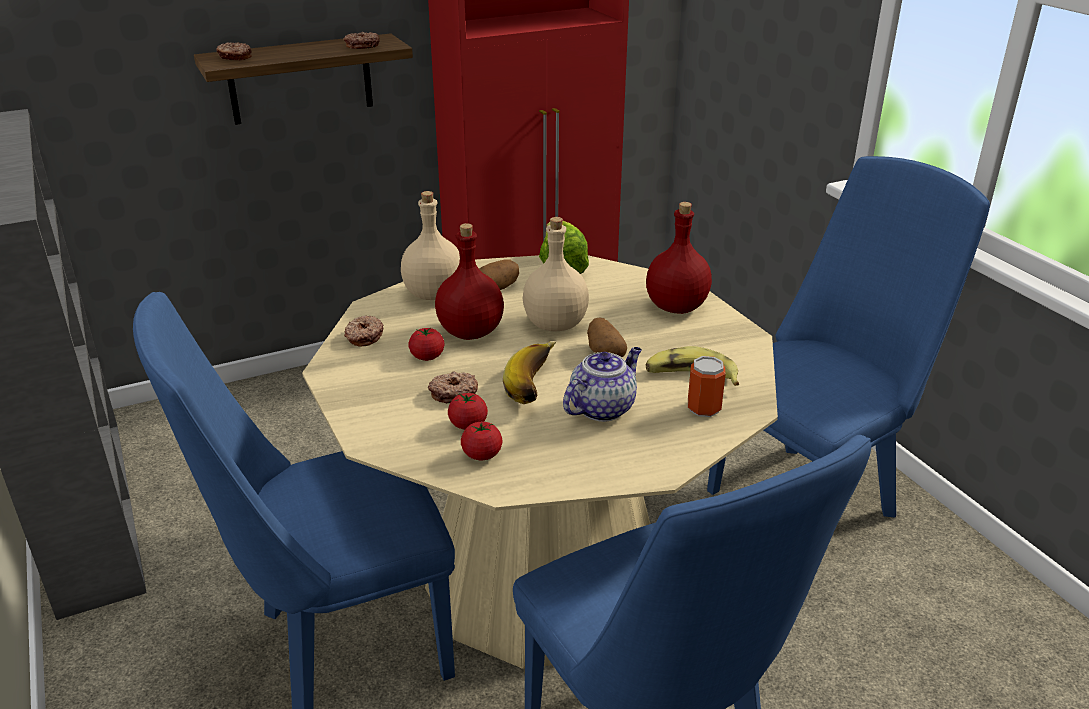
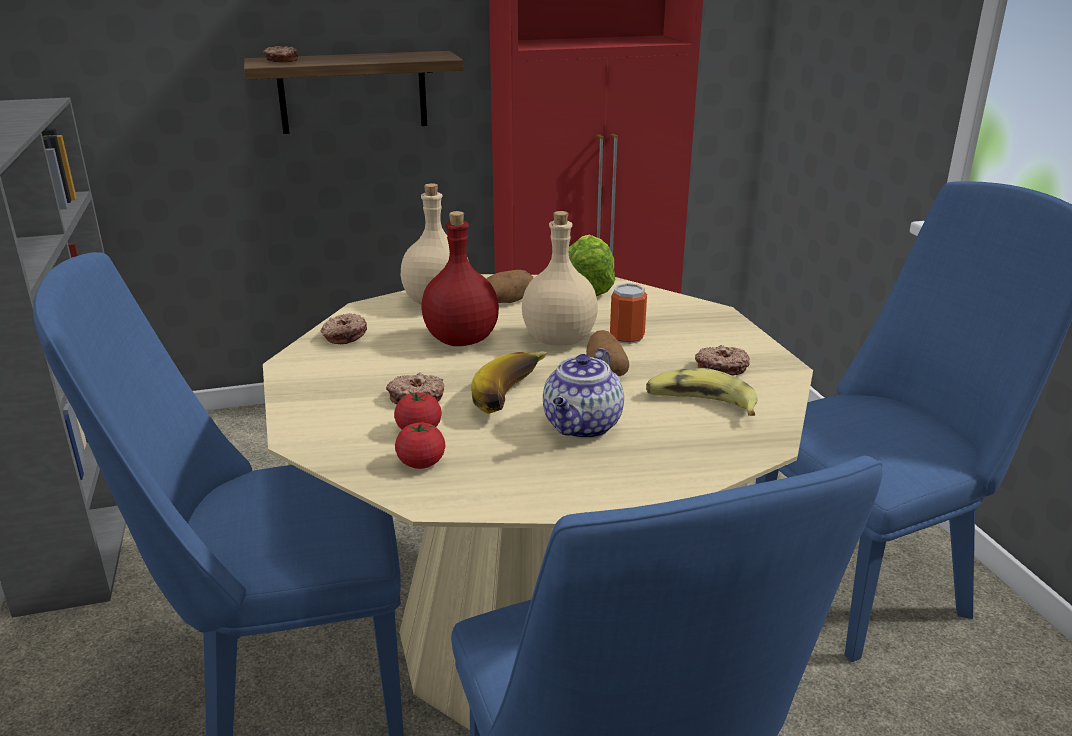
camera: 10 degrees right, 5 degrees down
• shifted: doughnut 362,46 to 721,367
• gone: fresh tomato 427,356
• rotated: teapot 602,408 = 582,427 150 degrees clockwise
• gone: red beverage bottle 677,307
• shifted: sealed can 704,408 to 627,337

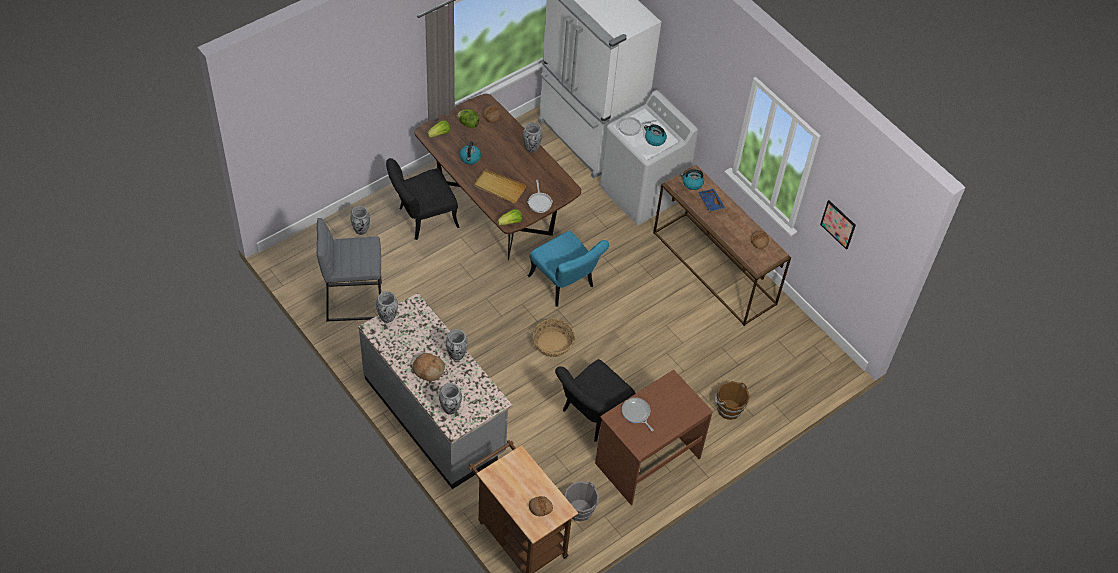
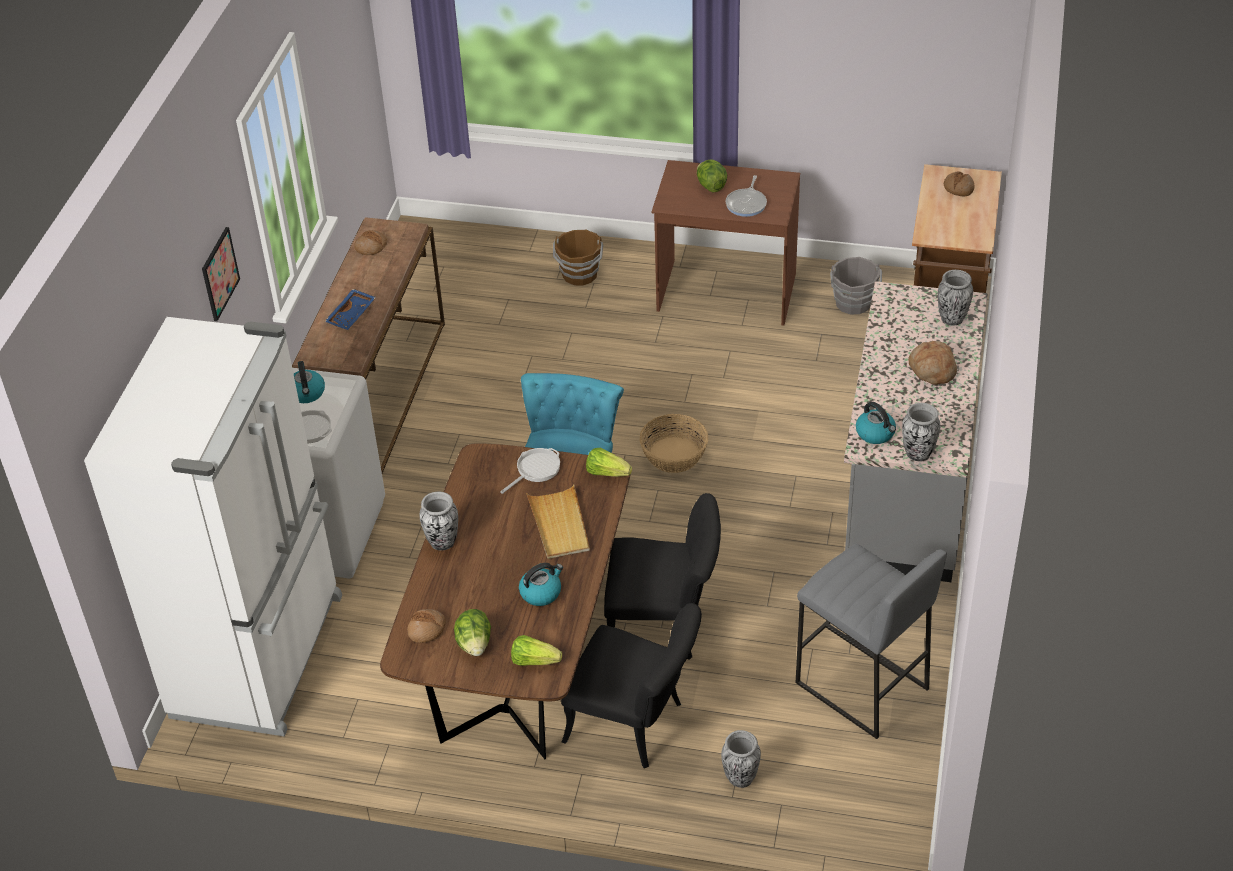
camera: 125 degrees left, 10 degrees down
• gone: decorative vase 456,355
• shifted: blackish chair 591,416 to 664,625
• shifted: kettle 692,183 to 876,433
• shifted: wall art 838,224 to 219,273
• new: lettuce 710,186

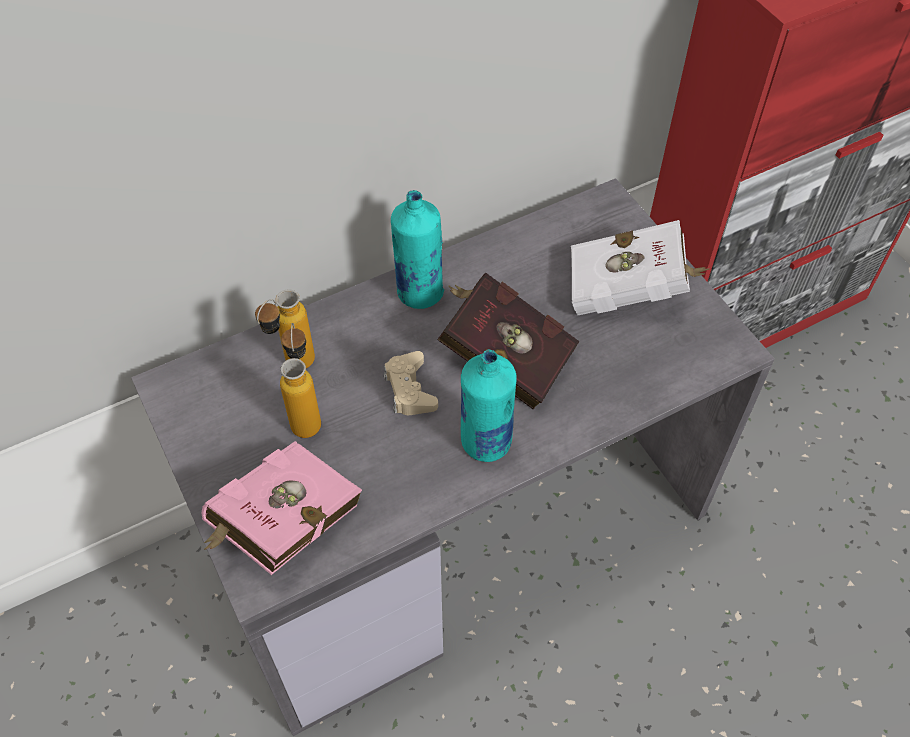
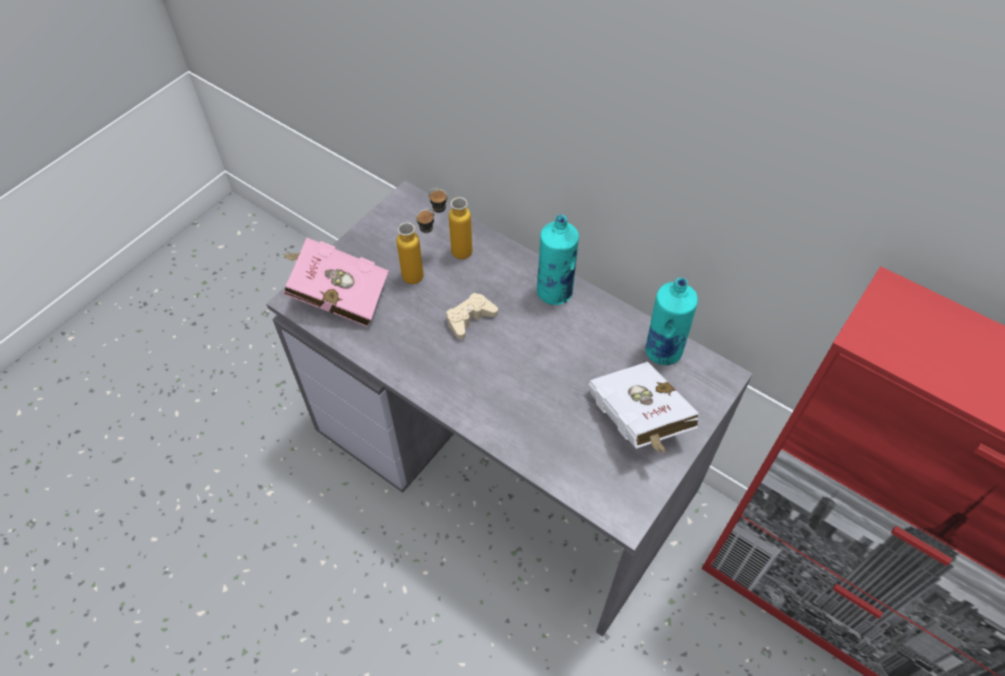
camera: 65 degrees right, 0 degrees up
• gone: red volume 503,356
• shifted: turquoise-coloured beverage bottle 485,442 to 662,351

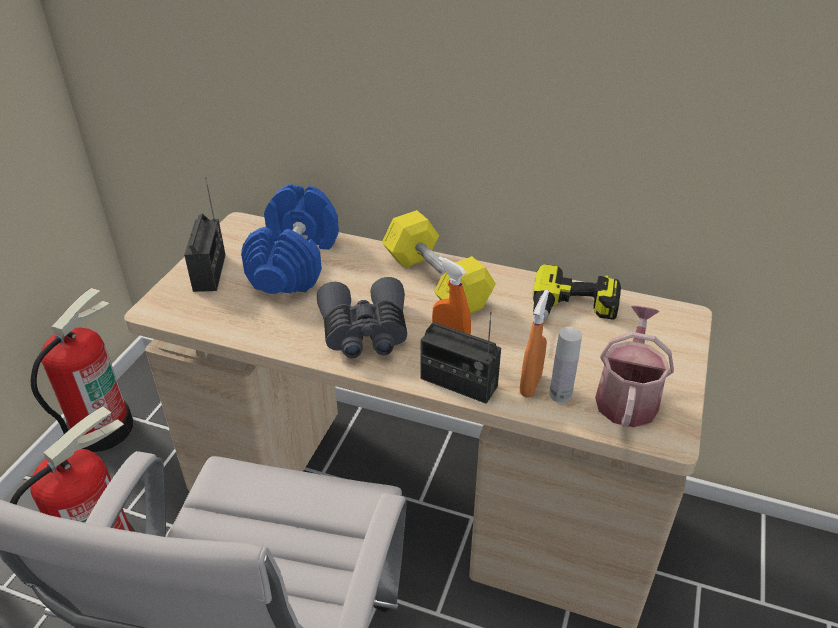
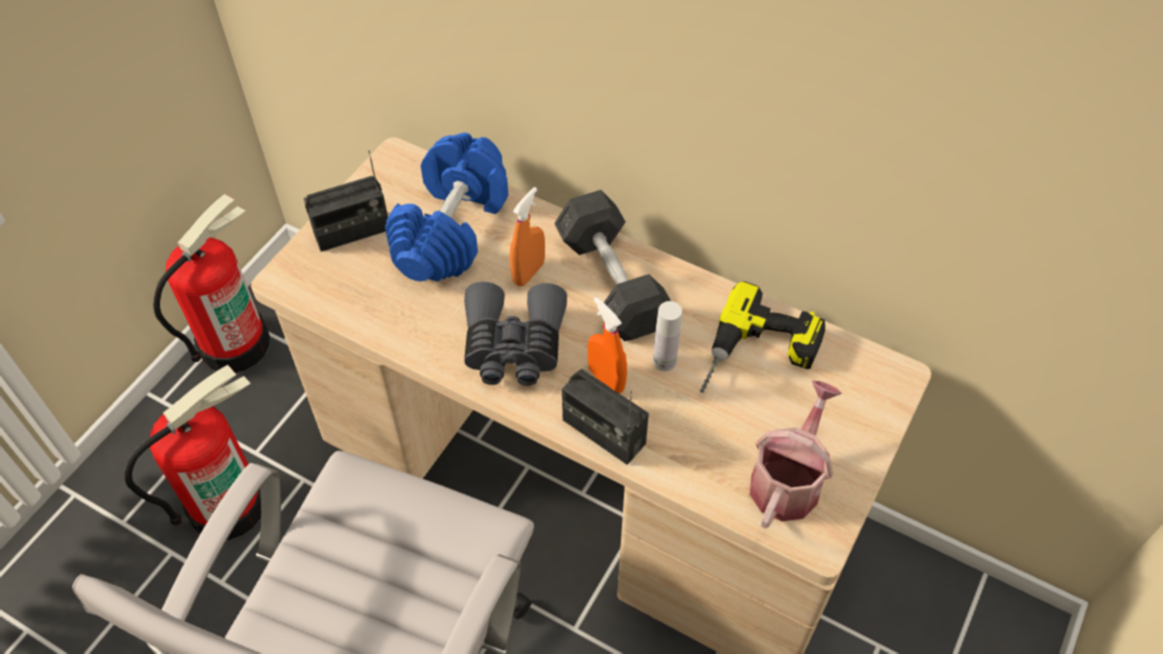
camera: 10 degrees right, 15 degrees up
• rotated: radio set 210,272 = 352,231 60 degrees clockwise
• repainted: yellow dumbbell 436,282 to grey dumbbell 612,282
• shifted: orangey spray bottle 530,385 to 528,273
• shifted: white beverage bottle 560,394 to 664,361

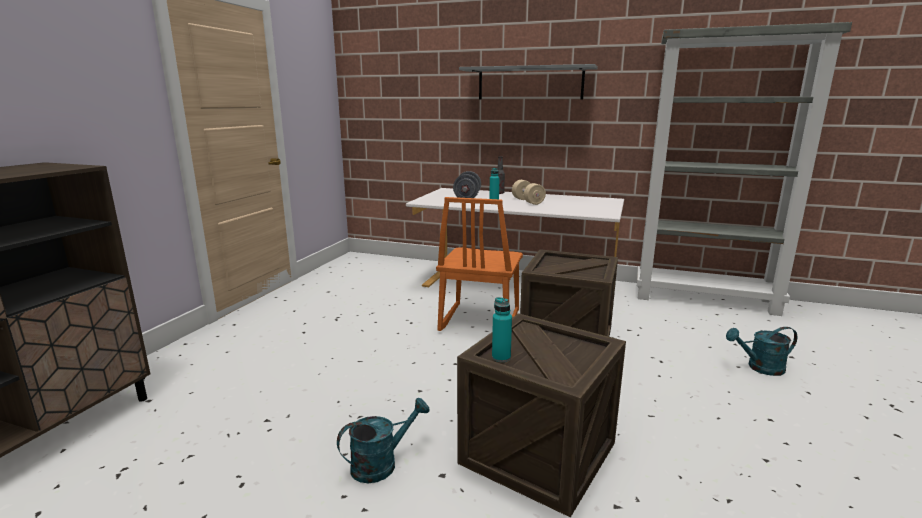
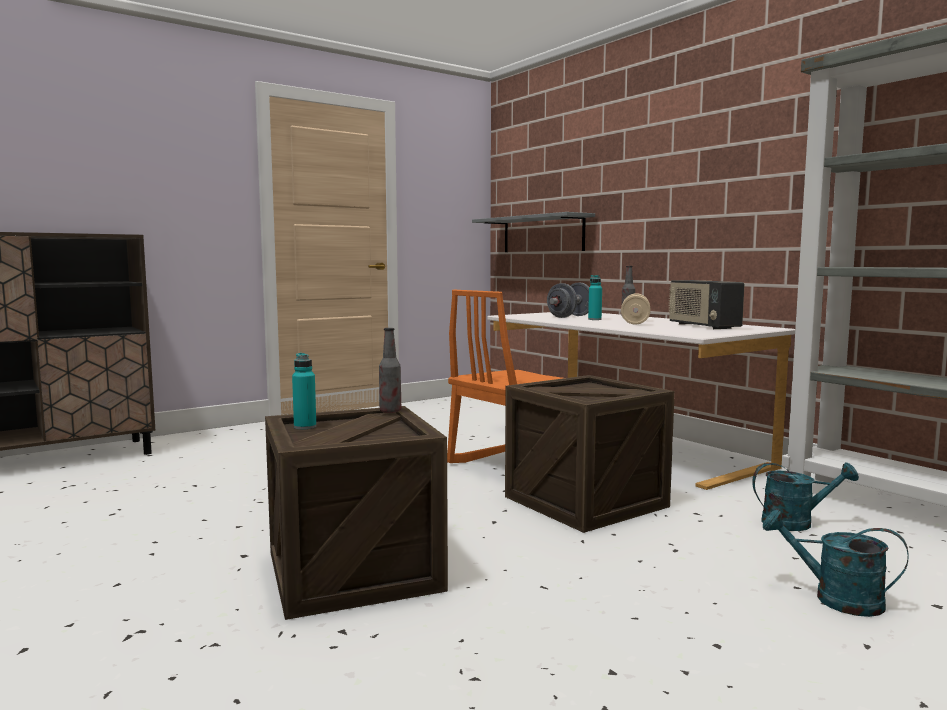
camera: 35 degrees right, 10 degrees down
• shifted: turquoise-coloured sprinkling can 381,463 to 796,522
• shifted: grey shelf 530,83 to 542,234
• new: beverage bottle 390,411
• new: radio set 702,326

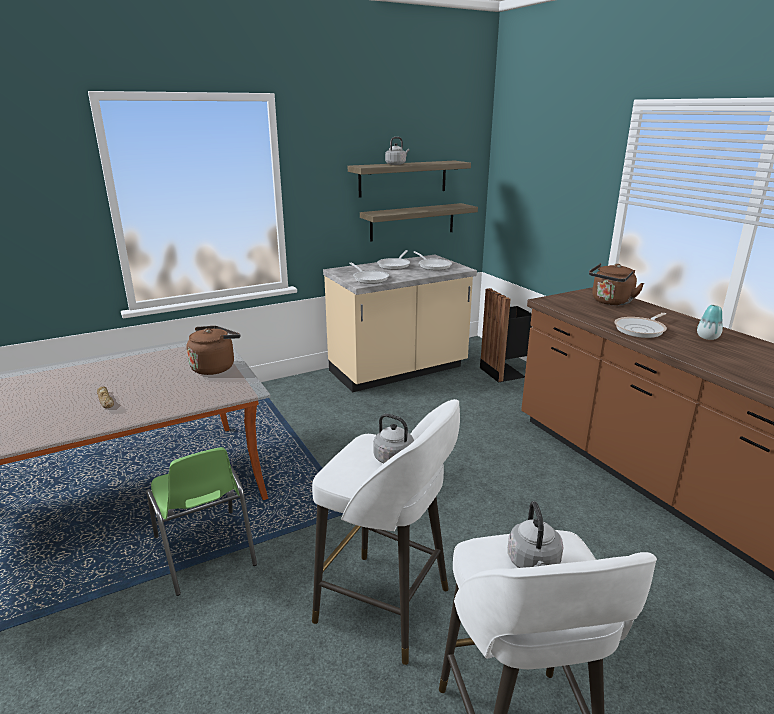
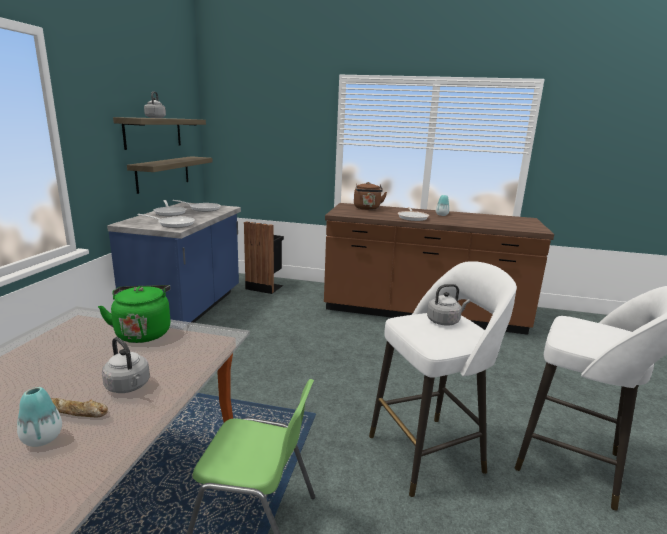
camera: 50 degrees left, 5 degrees down
• repainted: brown kettle 215,367 to green kettle 143,332
• repainted: beige counter 398,371 to bluish counter 188,310
• shifted: grey kettle 533,563 to 129,386
• new: decorative vase 42,439

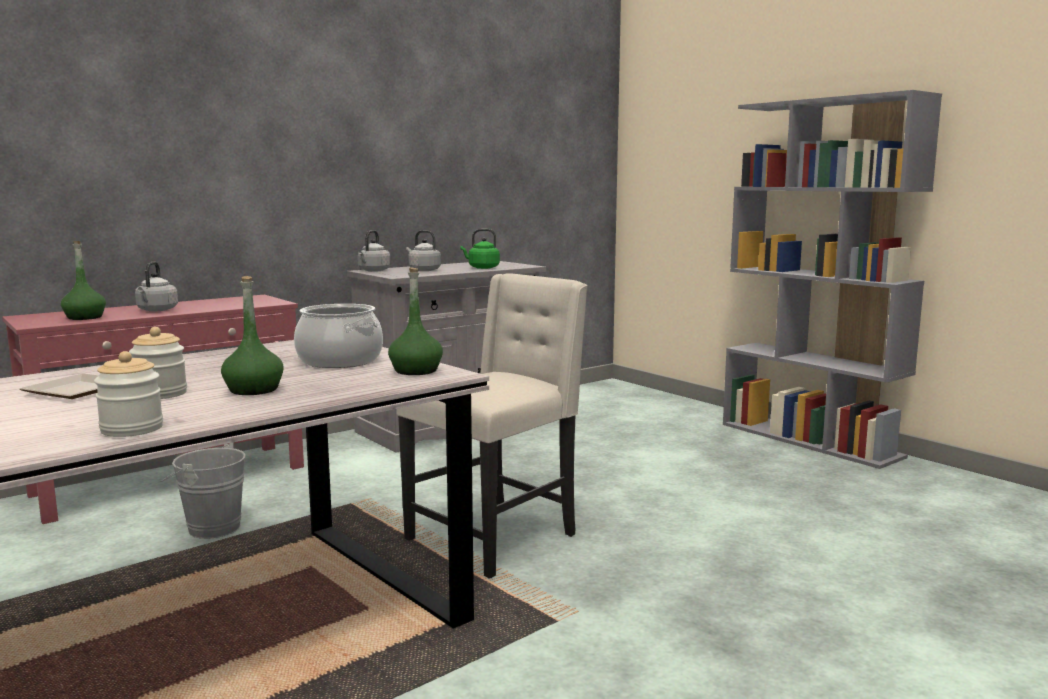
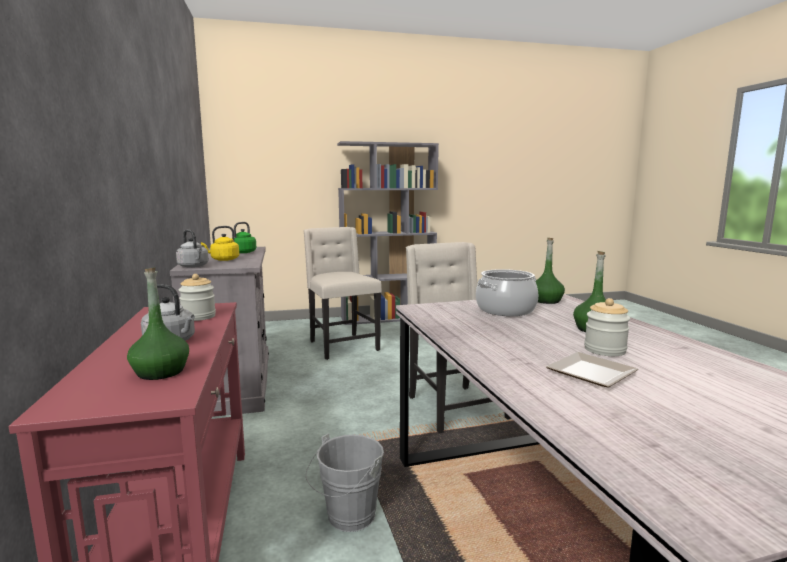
camera: 65 degrees left, 0 degrees up
• shifted: preserve jar 132,429 to 198,317
• repainted: grey kettle 423,270 to yellow kettle 223,260
• new: beige chair 342,346

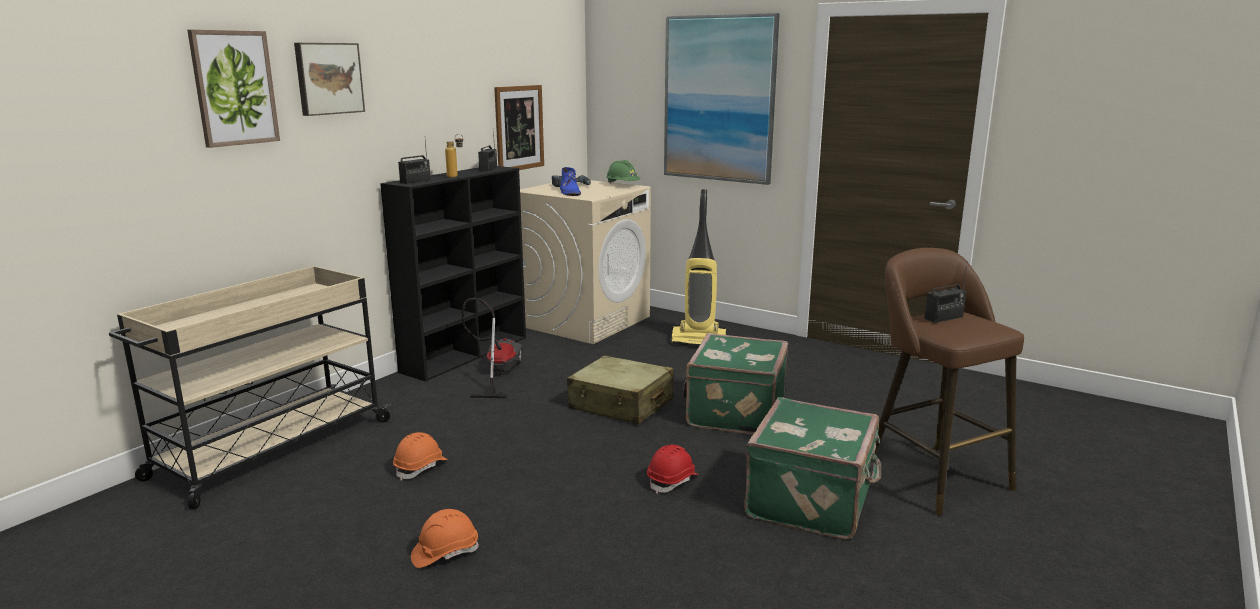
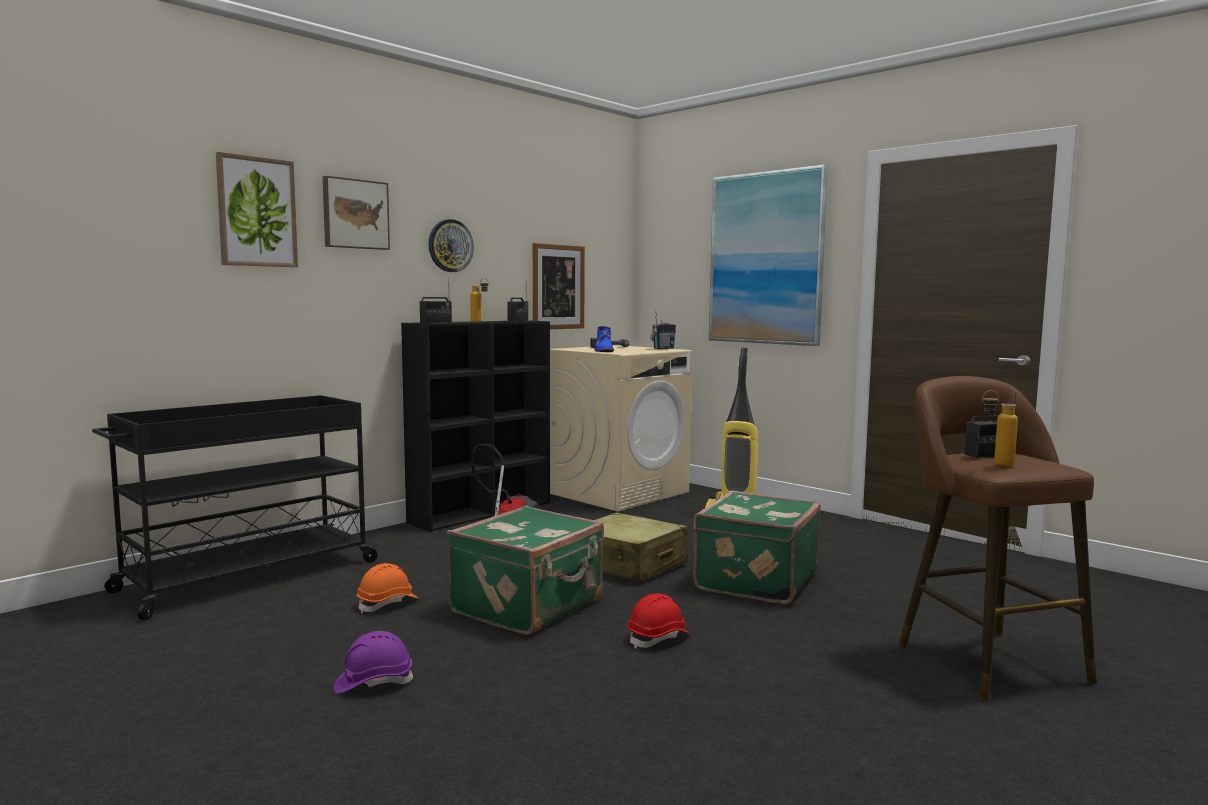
camera: 10 degrees right, 10 degrees down
• repainted: beige cart 270,449 to blackish cart 246,577
• repainted: orangey work helmet 445,553 to purple work helmet 373,683
• swapped: green work helmet 623,185 to radio set 663,348
• shifted: green suitcase 812,501 to 530,606
• new: hanging clock 450,246
• new: beverage bottle 995,464

